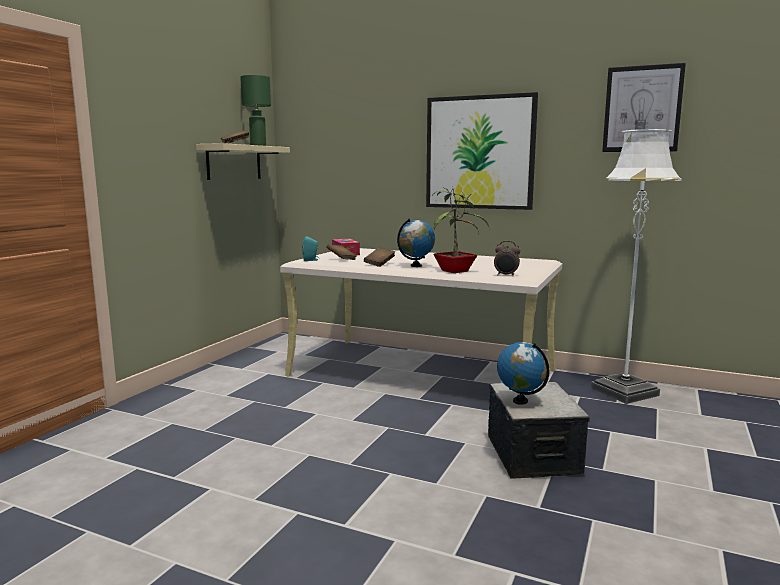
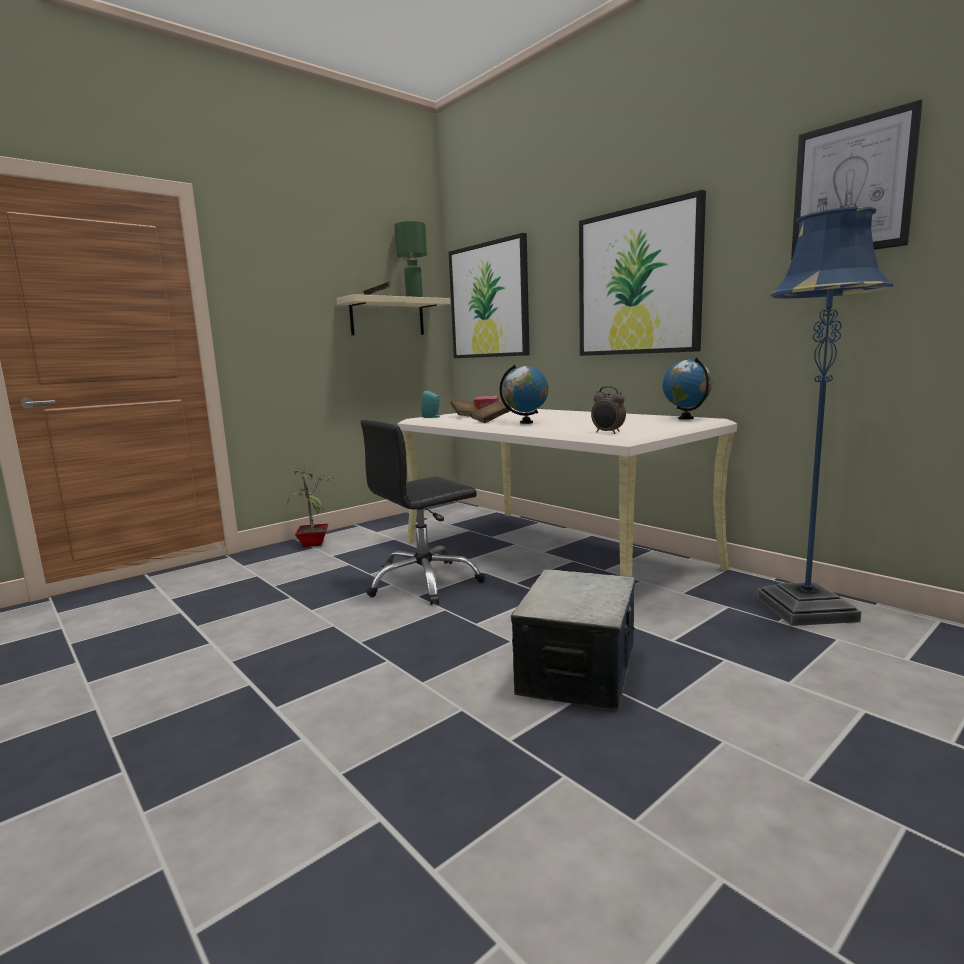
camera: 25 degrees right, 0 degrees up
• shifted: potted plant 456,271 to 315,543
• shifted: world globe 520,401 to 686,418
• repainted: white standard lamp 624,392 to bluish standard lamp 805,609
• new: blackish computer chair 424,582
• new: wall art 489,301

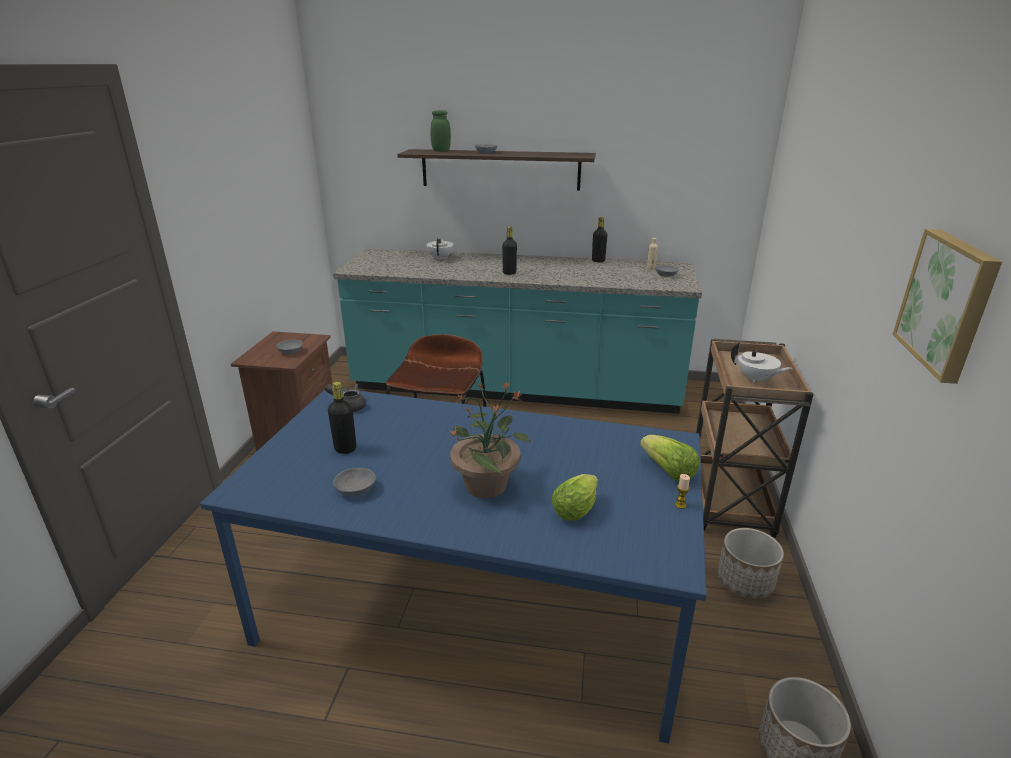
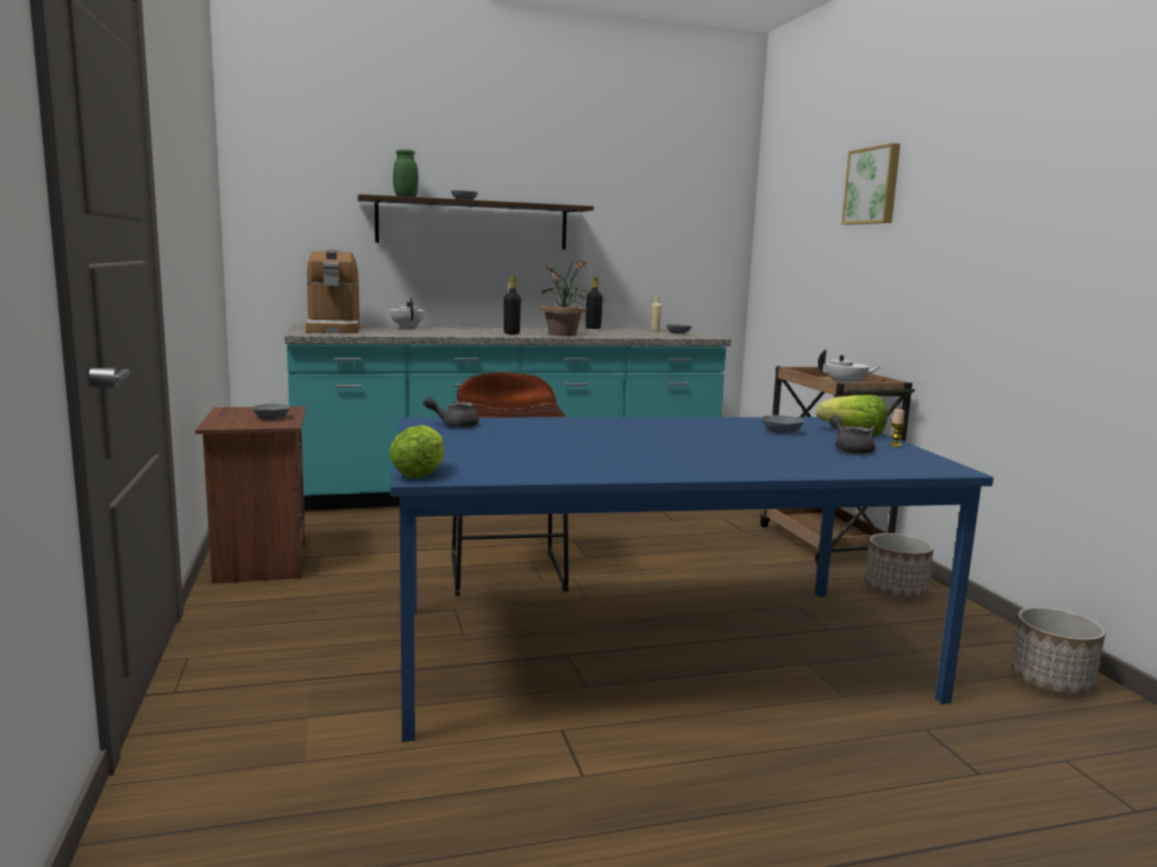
camera: 25 degrees left, 15 degrees down
• gone: blackish beverage bottle 345,449
• shifted: grey bowl 355,490 to 782,432
• shifted: potted plant 487,484 to 562,334
• shifted: lettuce 577,508 to 422,473
• shifted: wall art 948,303 to 873,186
• new: coffee machine 334,329
• new: grey teapot 851,449

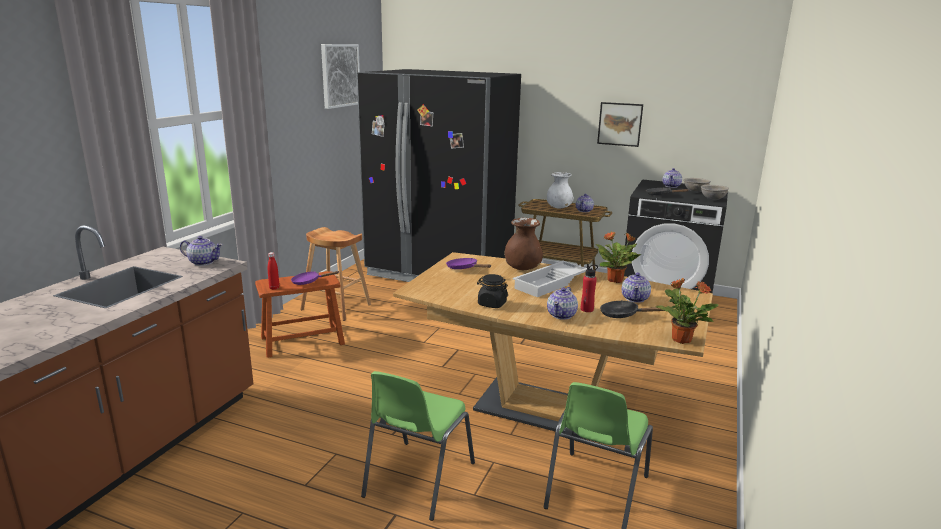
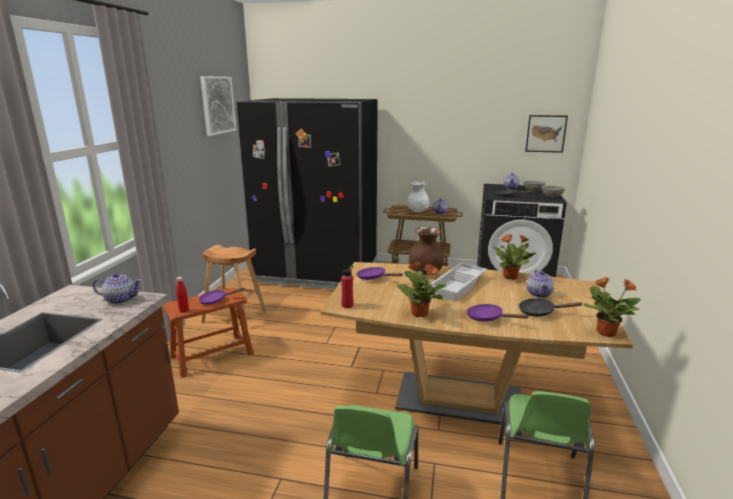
camera: 10 degrees left, 0 degrees up
• swapped: blackish preserve jar 491,304 to potted plant 419,313
• swapped: teapot 562,315 to purple frying pan 488,318
• shifted: red beverage bottle 587,309 to 347,305
• shifted: wall art 620,124 to 546,133

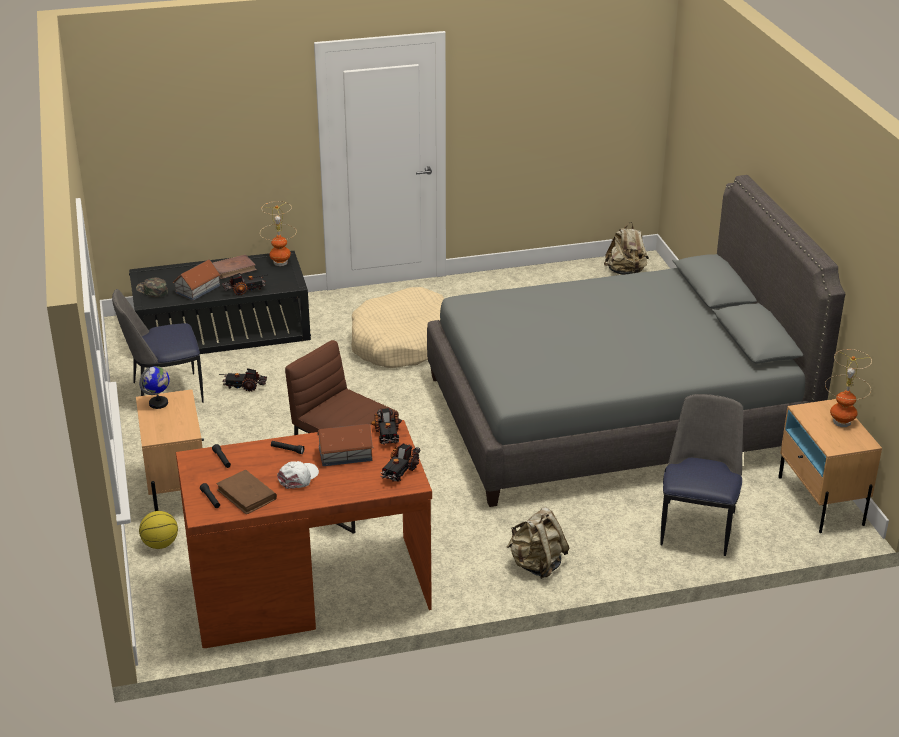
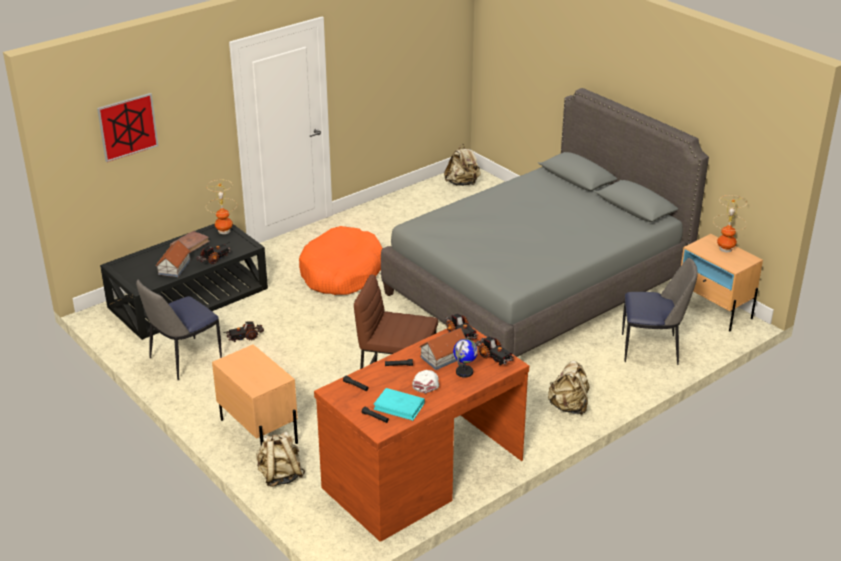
camera: 25 degrees left, 0 degrees up
• gone: green baseball cap 152,290
• shifted: world globe 158,403 to 464,372
• swapped: ball for basketball 160,544 to beige backpack 280,476
• repainted: brown volume 247,495 to turquoise-coloured volume 399,406
• repainted: beige pet bed 403,342 to orangey pet bed 341,273
• rotated: toy lorry 400,470 = 494,357 45 degrees counterclockwise
• rotated: chair 697,526 = 652,349 105 degrees clockwise
• new: wall art 127,127

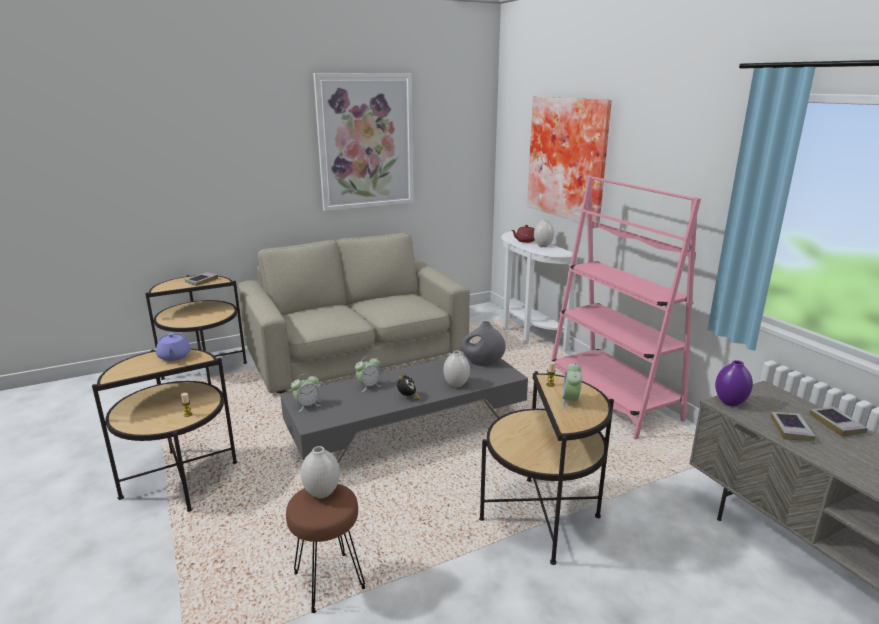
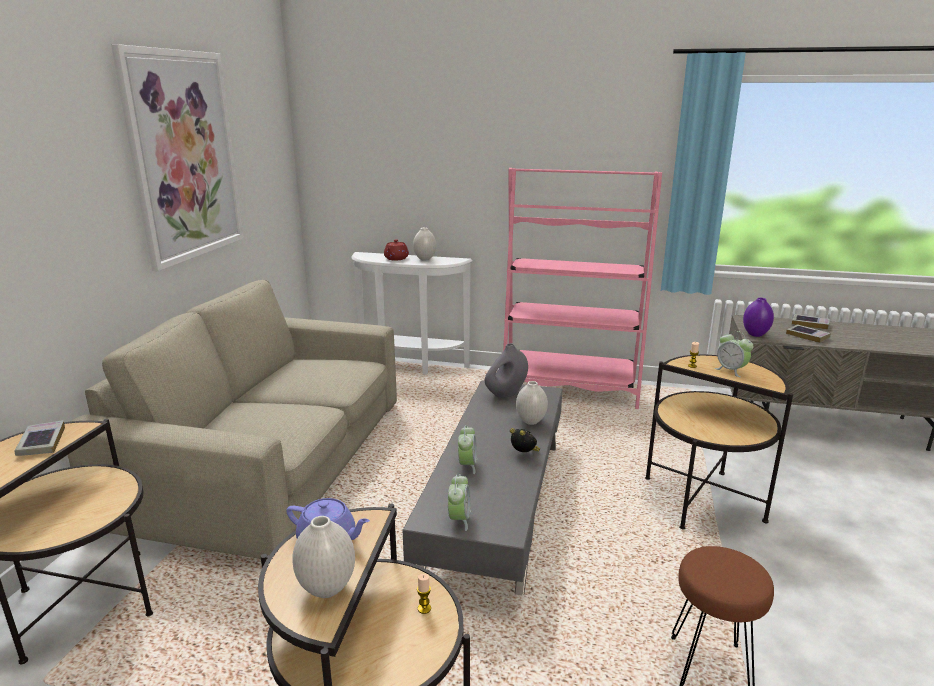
camera: 50 degrees left, 0 degrees up
• shifted: white decorative vase 322,493 to 327,588
• gone: wall art 569,159

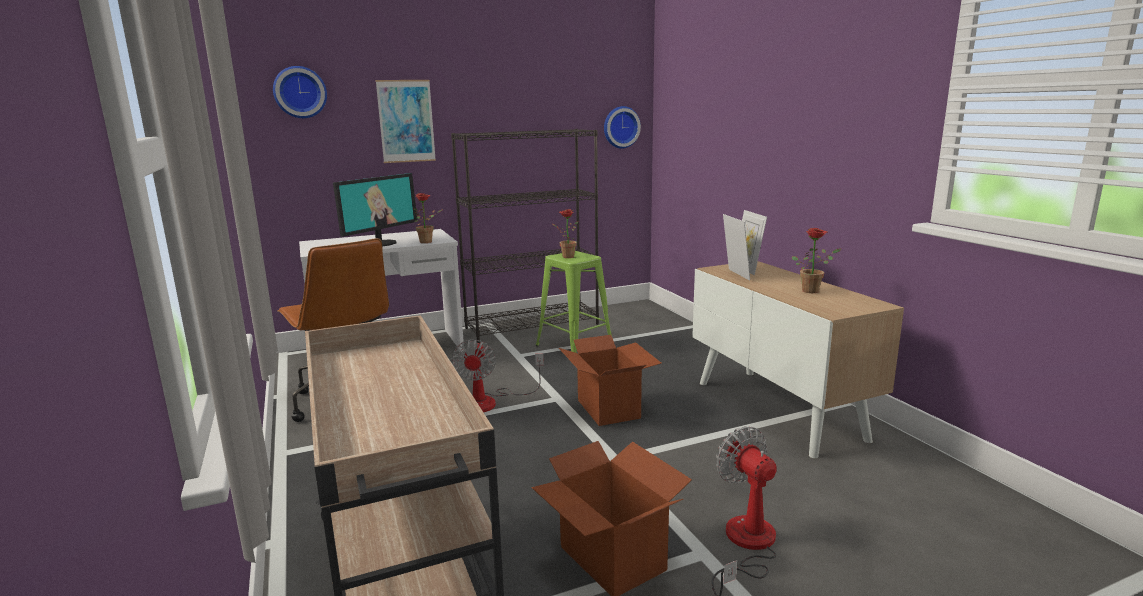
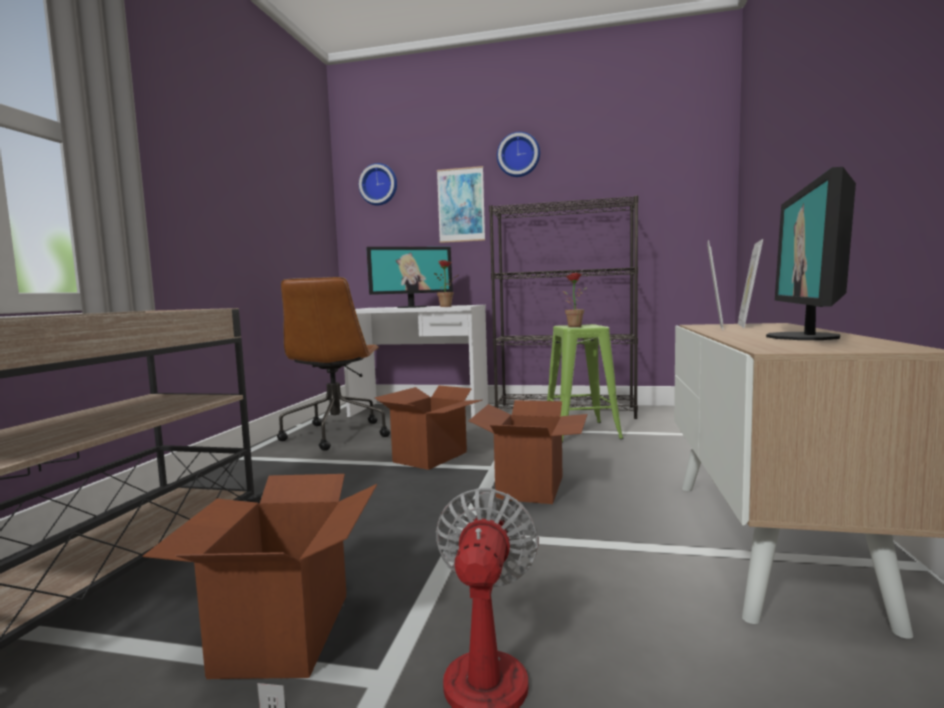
camera: 35 degrees right, 10 degrees down
• swapped: fan 490,401 to packing box 431,457
• shifted: hanging clock 620,127 to 518,155
• swapped: potted plant 813,290 to computer display 804,337

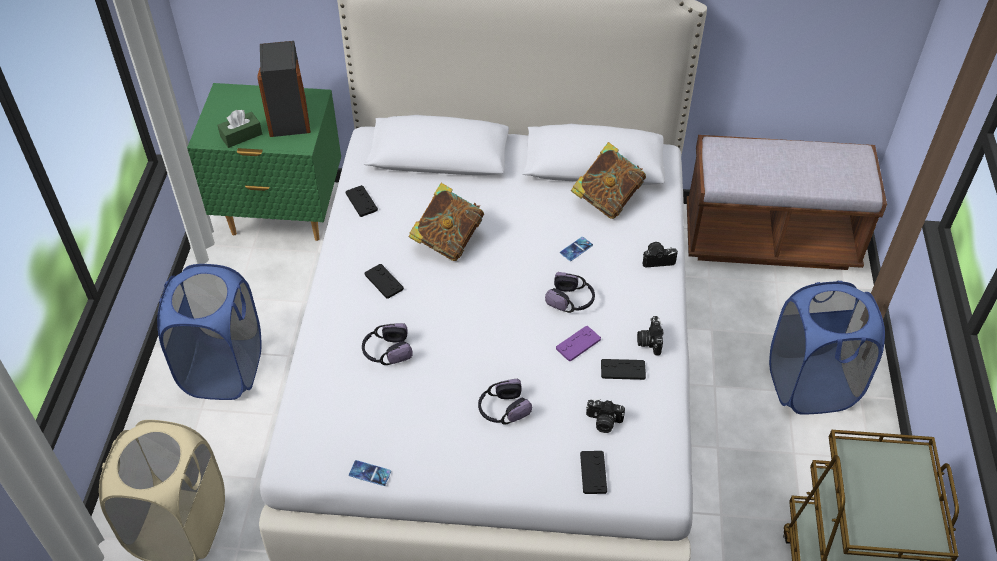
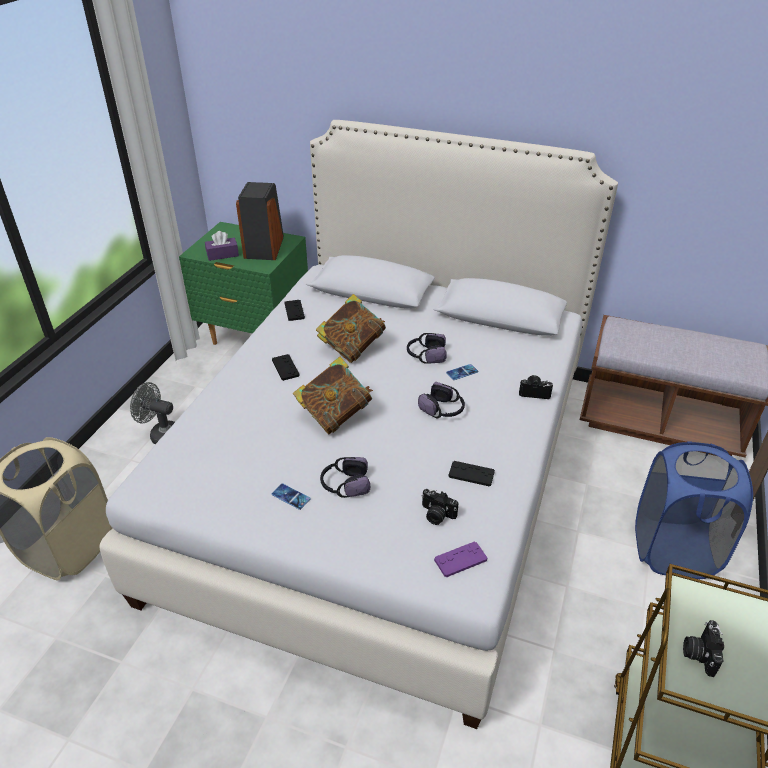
camera: 15 degrees right, 10 degrees down
• swapped: bluish hamper 223,370 to grey fan 161,435
• repainted: green box of tissues 241,135 to purple box of tissues 222,254
• shifted: handset 370,473 to 291,496
• shifted: headset 386,351 to 426,355
• shifted: purple joypad 578,344 to 460,560
• shifted: volume 607,199 to 335,415
• gone: blackish joypad 593,473
• shifted: photo camera 649,341 to 699,653

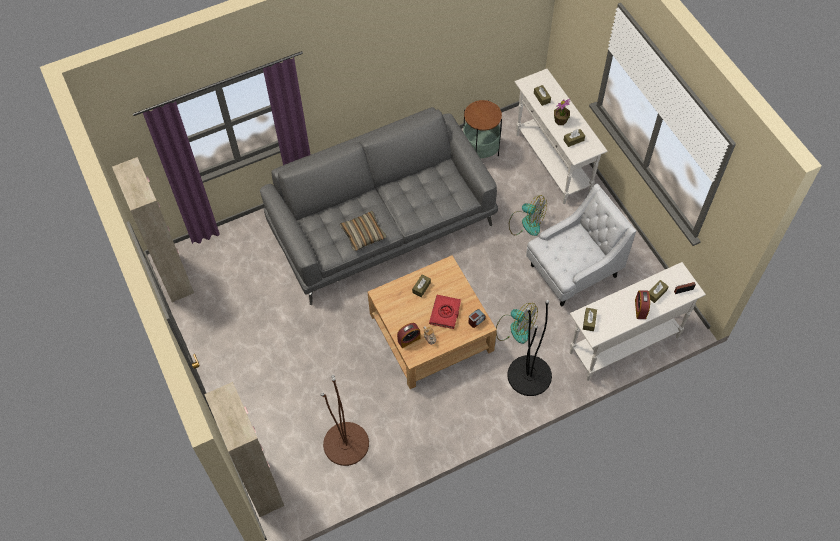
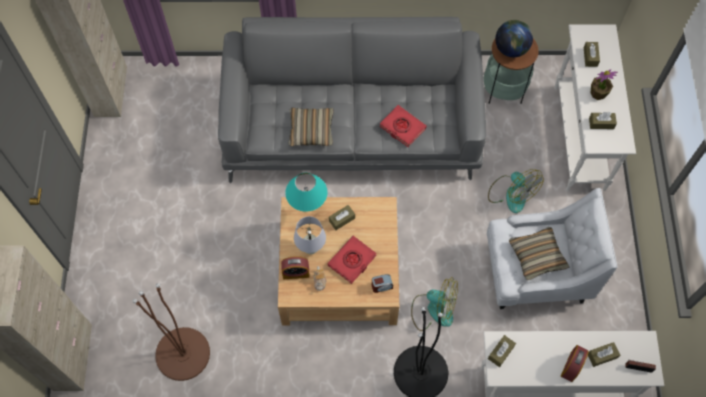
camera: 25 degrees right, 5 degrees up
• rotated: fan 514,328 = 433,310 45 degrees counterclockwise
• new: turquoise-coloured tabletop lamp 308,210
• new: white tabletop lamp 311,249
• new: red volume 402,127
• new: world globe 511,49
• new: throw pillow 537,256

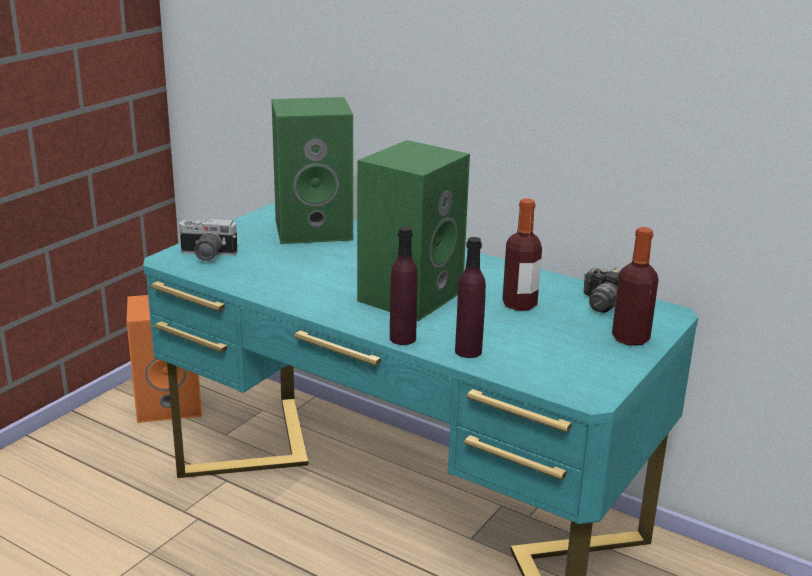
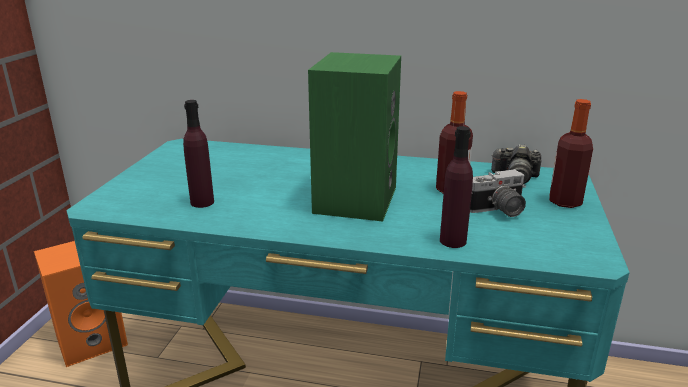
camera: 20 degrees left, 0 degrees up
• shifted: photo camera 206,256 to 498,211
• gone: green audio speaker 315,229
• shifted: purple beverage bottle 402,338 to 202,202

